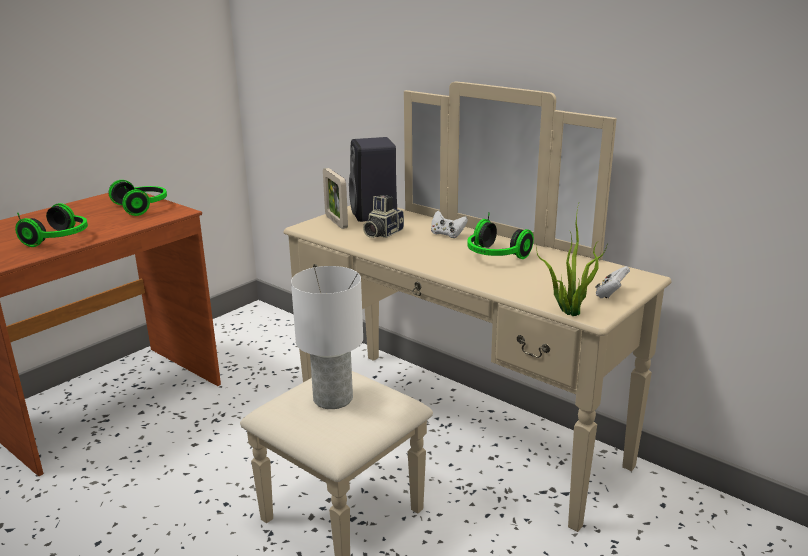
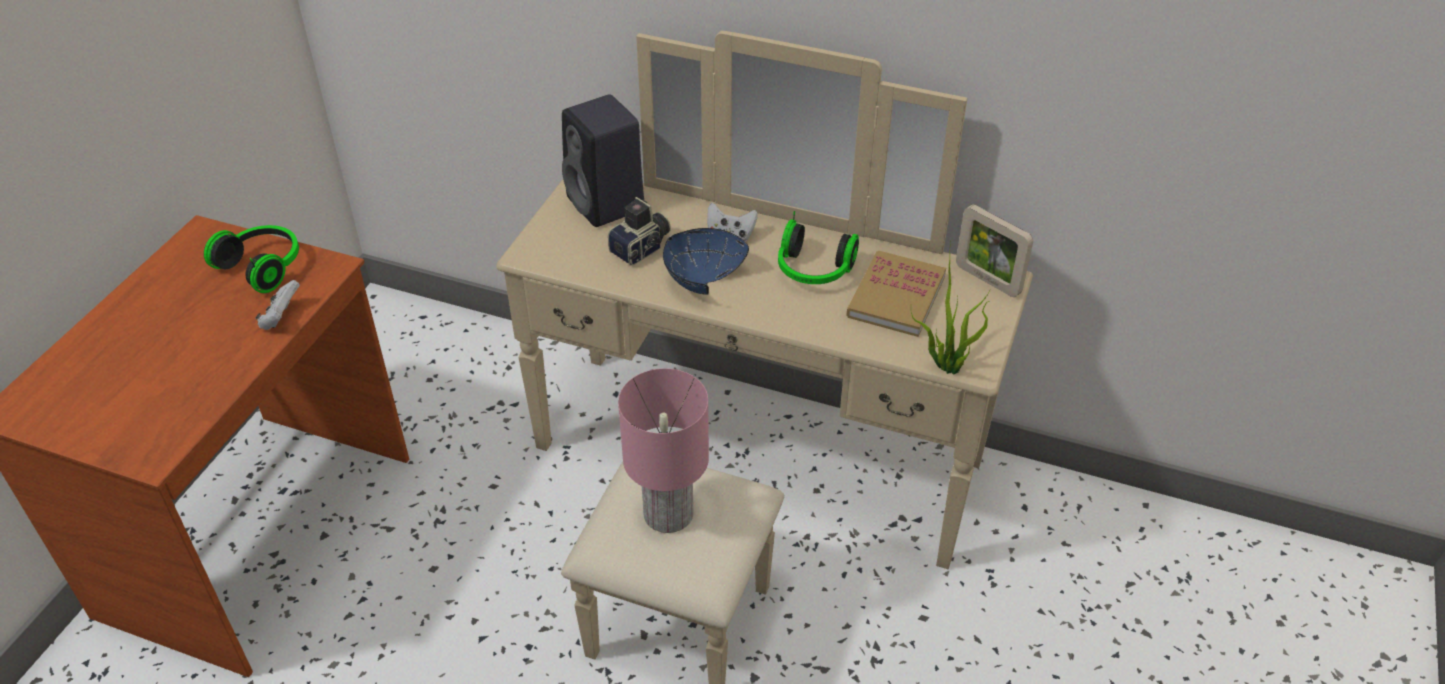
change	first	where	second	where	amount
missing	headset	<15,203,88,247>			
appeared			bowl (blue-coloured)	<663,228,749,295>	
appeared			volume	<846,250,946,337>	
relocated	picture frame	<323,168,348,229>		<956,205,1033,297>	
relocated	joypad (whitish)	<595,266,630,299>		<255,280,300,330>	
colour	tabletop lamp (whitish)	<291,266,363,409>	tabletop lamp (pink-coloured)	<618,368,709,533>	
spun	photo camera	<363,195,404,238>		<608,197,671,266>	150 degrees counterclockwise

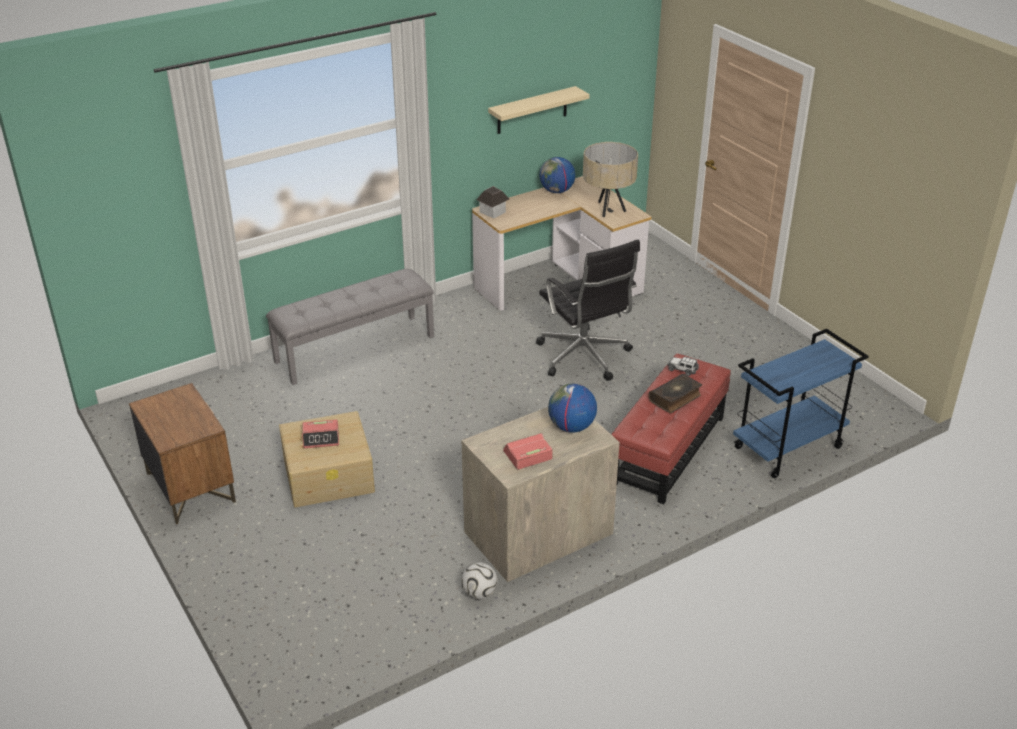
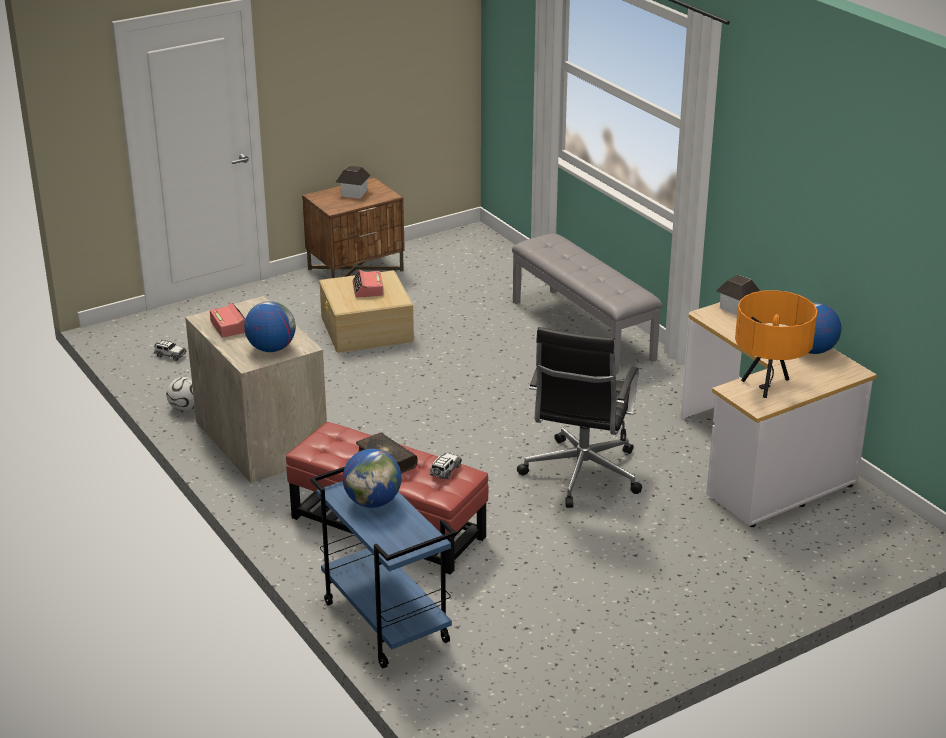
change	first	where	second	where	amount
missing	shelf (beige)	<488,86,590,134>			
appeared			toy car	<154,340,187,361>	
appeared			model house	<336,166,371,199>	
appeared			globe	<343,449,402,508>	
colour	tabletop lamp (beige)	<583,142,638,217>	tabletop lamp (orangey)	<735,290,817,398>	
spun	computer chair (black)	<536,240,640,381>		<517,327,642,508>	45 degrees counterclockwise

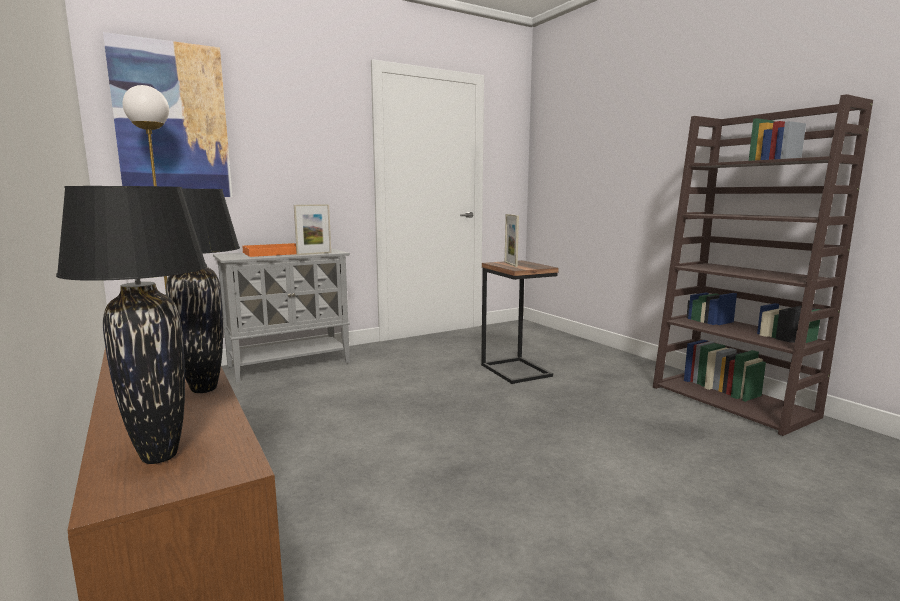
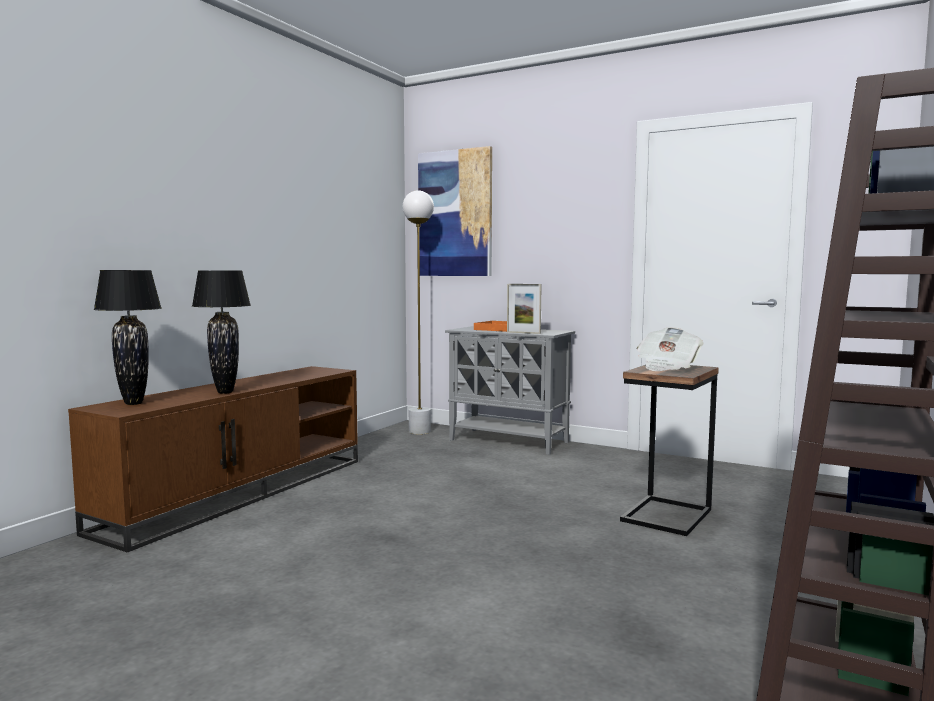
change	first	where	second	where	amount
exchanged	picture frame	<505,214,519,267>	printed paper	<637,327,703,371>	

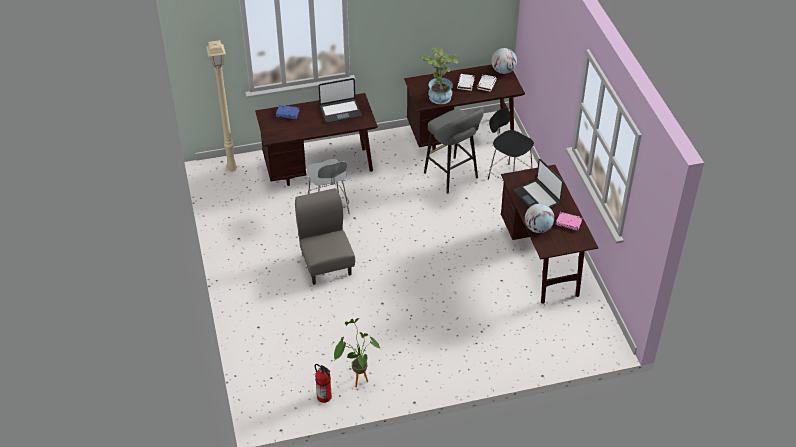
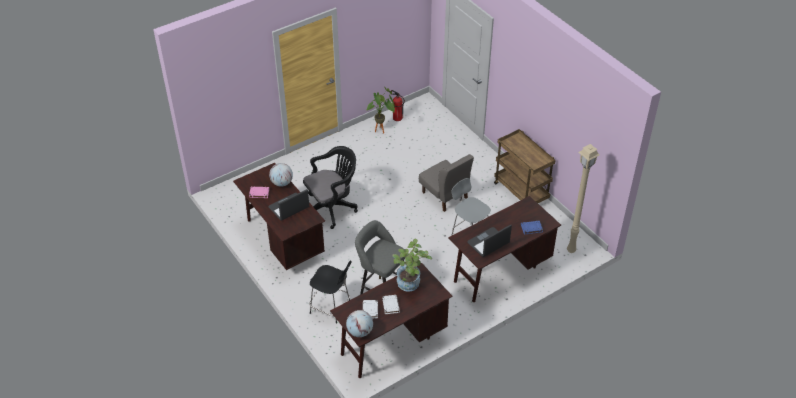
change	first	where	second	where	amount
appeared			computer chair (black)	<303,146,358,229>	
appeared			trolley (brown-coloured)	<494,129,556,203>	
spun	notebook computer	<514,159,564,208>		<268,189,309,221>	75 degrees counterclockwise

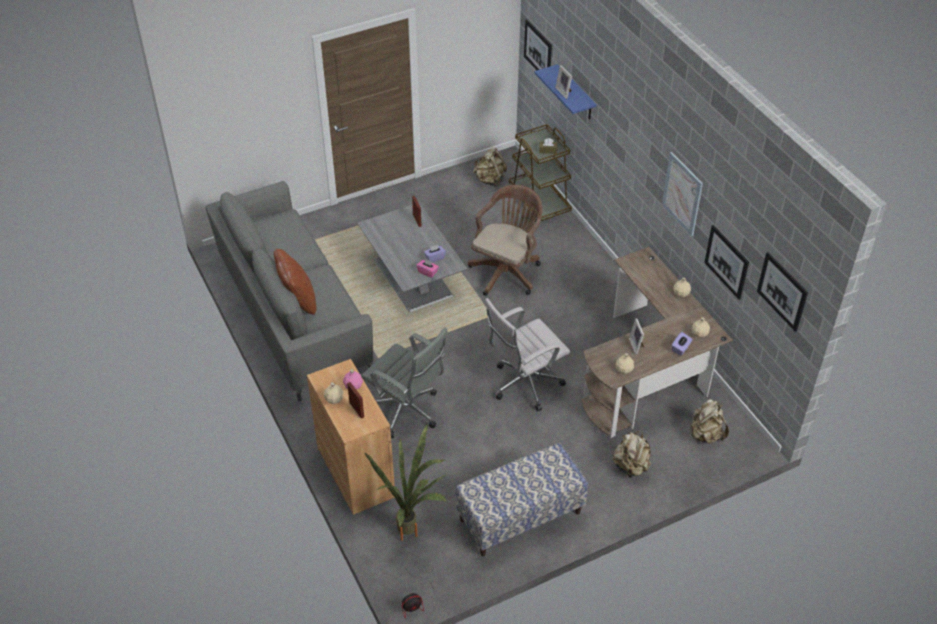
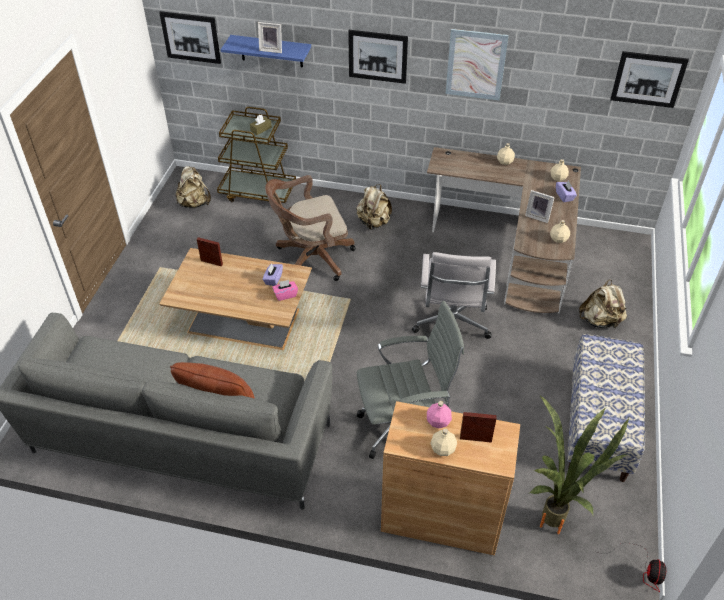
change	first	where	second	where	amount
relocated	backpack (beige)	<689,399,729,444>		<356,184,392,230>	
relocated	picture	<704,225,749,300>		<348,30,408,84>	
colour	coffee table (grey)	<357,202,467,312>	coffee table (brown-coloured)	<159,248,312,350>	
spun	computer chair (brown-coloured)	<468,184,543,296>		<265,175,356,281>	90 degrees counterclockwise

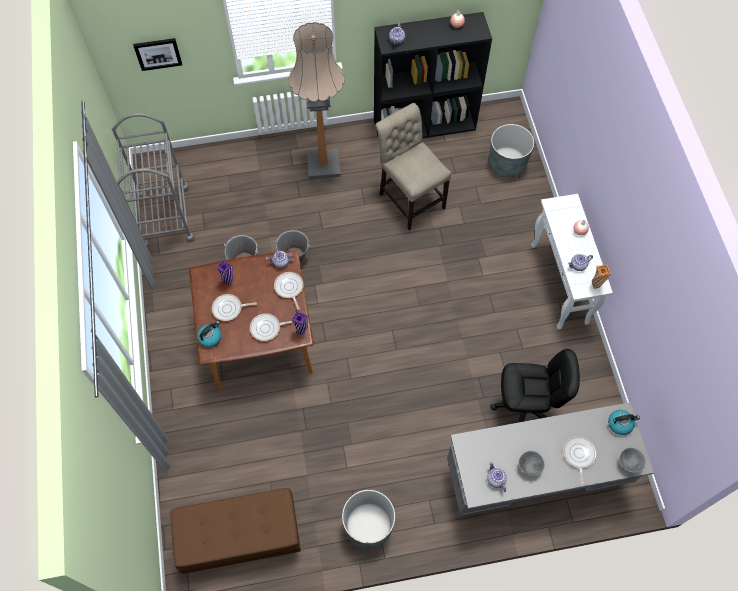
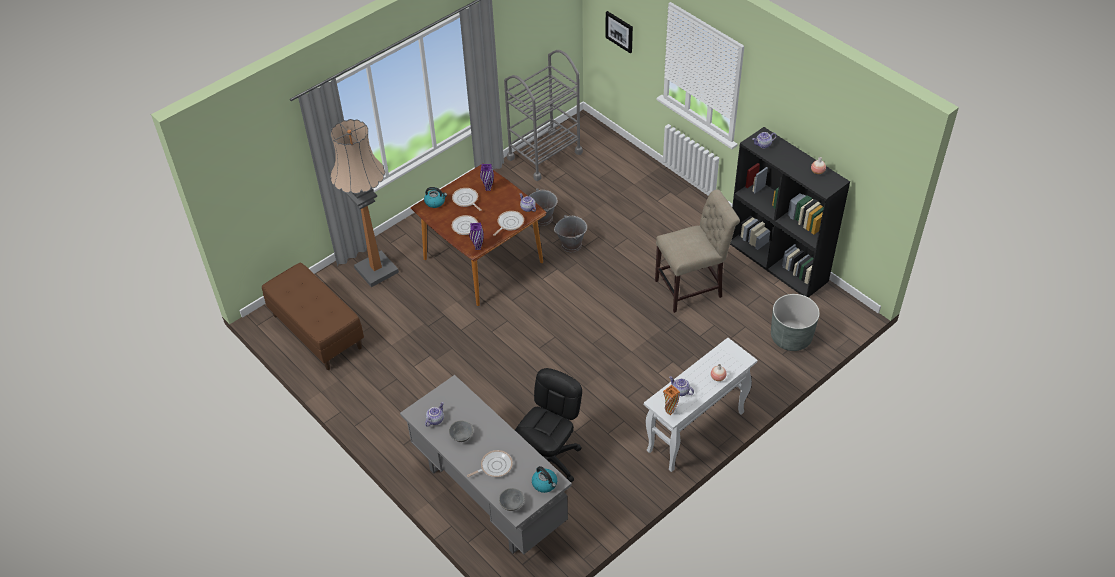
change	first	where	second	where	amount
missing	planter (grey)	<342,490,395,549>			
relocated	standard lamp	<289,22,345,179>		<330,119,399,287>	
spun	plain chair (beige)	<375,103,452,230>		<655,189,740,313>	45 degrees clockwise
spun	computer chair (black)	<490,349,580,423>		<515,368,582,482>	120 degrees counterclockwise

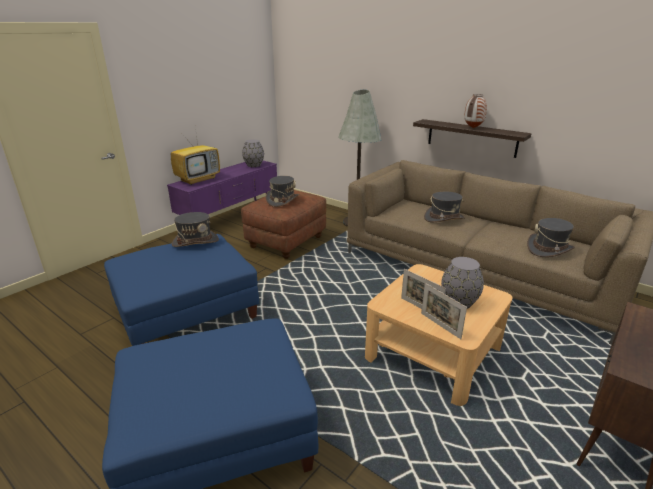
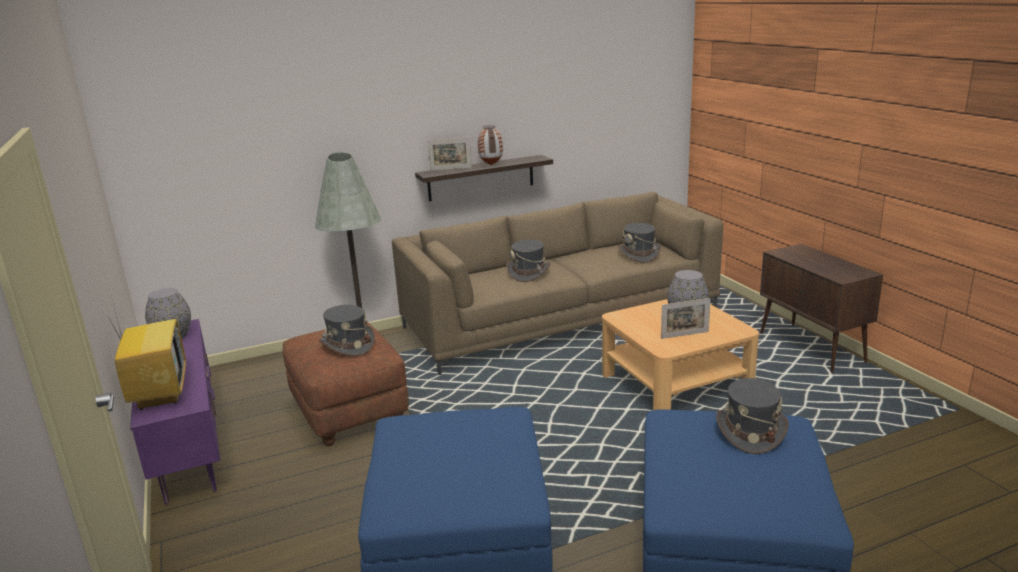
change	first	where	second	where	amount
relocated	wearable hat (grey)	<172,212,219,247>		<716,378,789,454>	
relocated	picture frame	<421,283,467,339>		<428,138,472,171>	

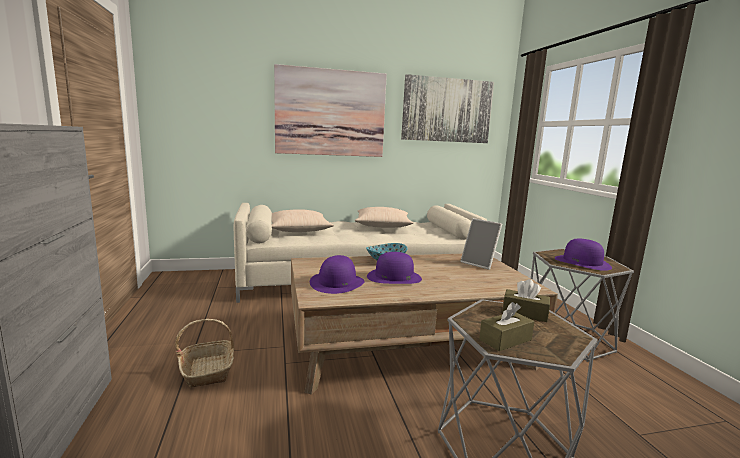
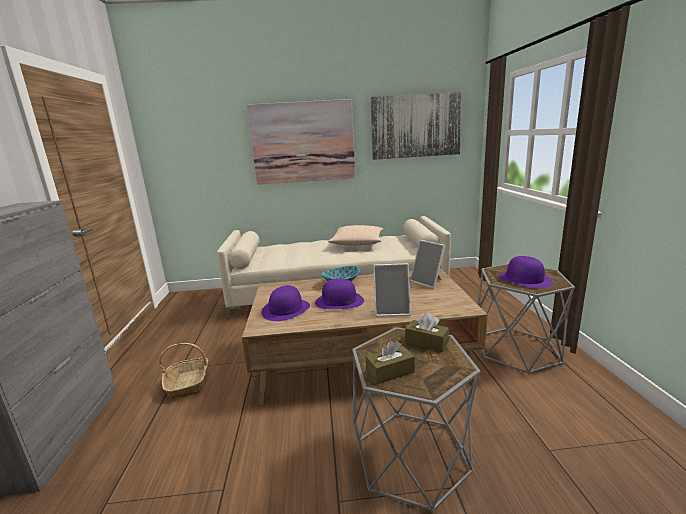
change	first	where	second	where	amount
missing	pillow (beige)	<272,209,334,232>			
appeared			picture frame	<373,263,411,317>	

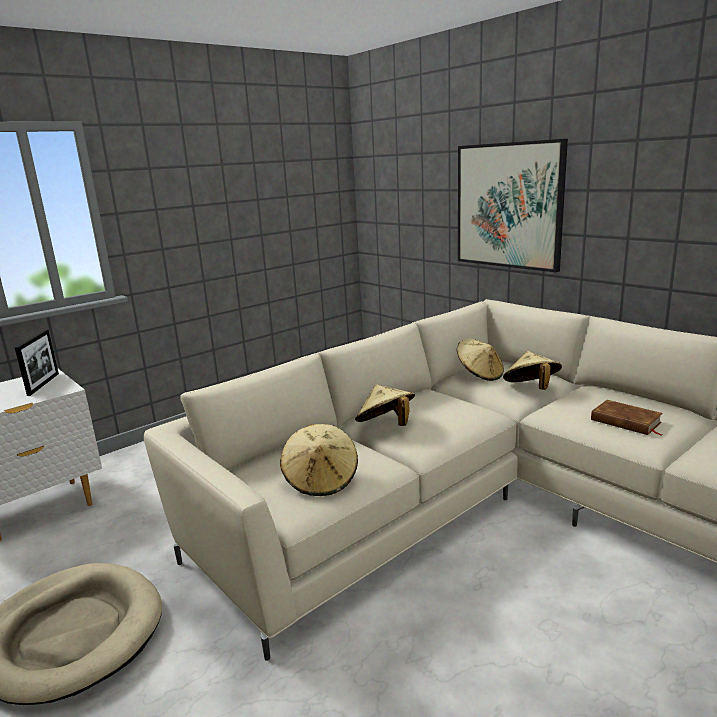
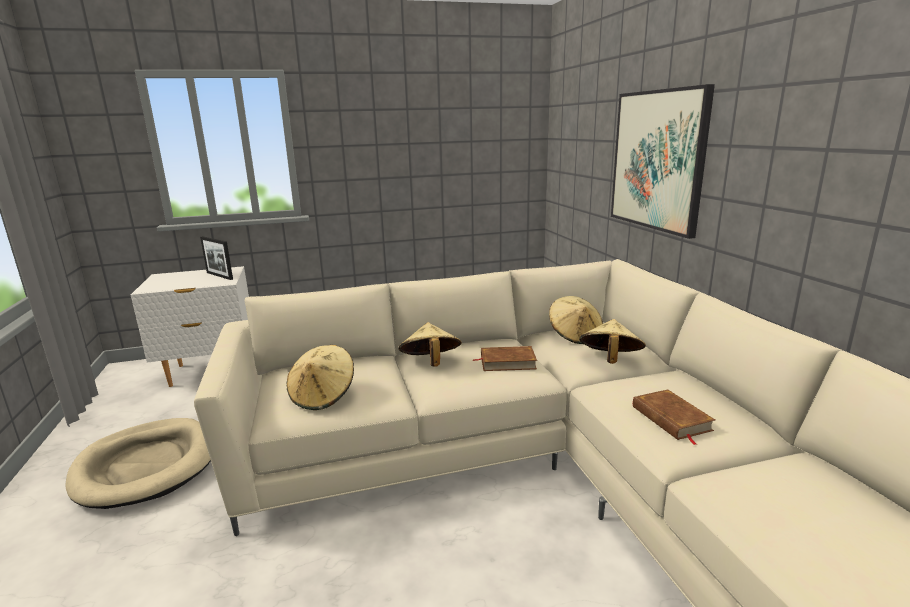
change	first	where	second	where	amount
appeared			volume (brown-coloured)	<472,346,537,371>	
spun	picture frame	<15,330,59,396>		<200,236,233,280>	105 degrees clockwise

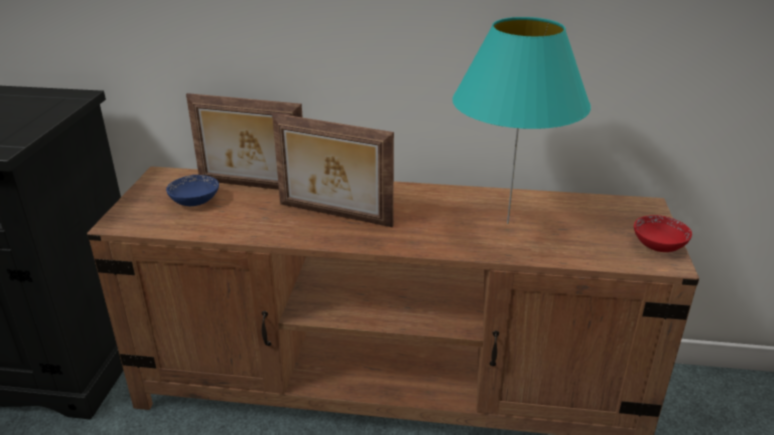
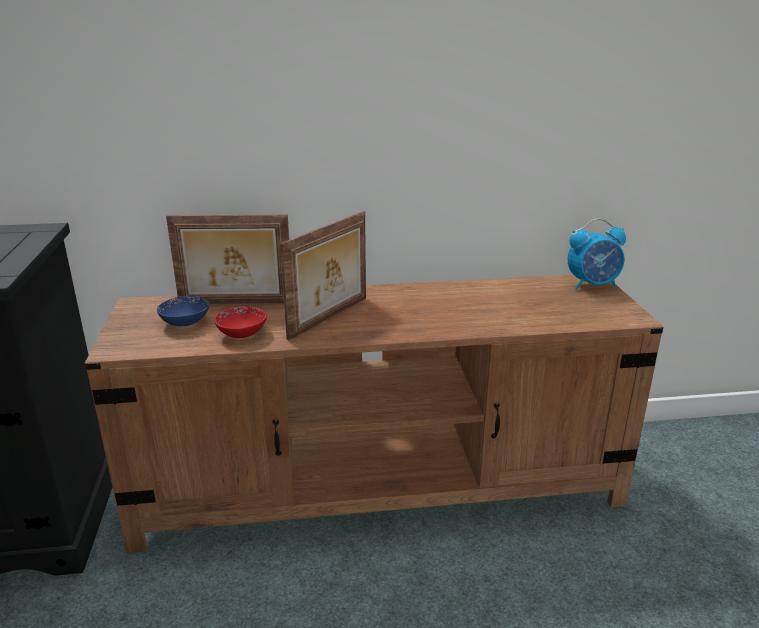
change	first	where	second	where	amount
missing	tabletop lamp (turquoise)	<452,17,591,224>			
appeared			bedside clock	<568,218,626,290>	
relocated	bowl (reddish)	<634,215,692,252>		<214,306,267,338>	
spun	picture frame	<272,113,394,227>		<280,211,366,340>	60 degrees counterclockwise

